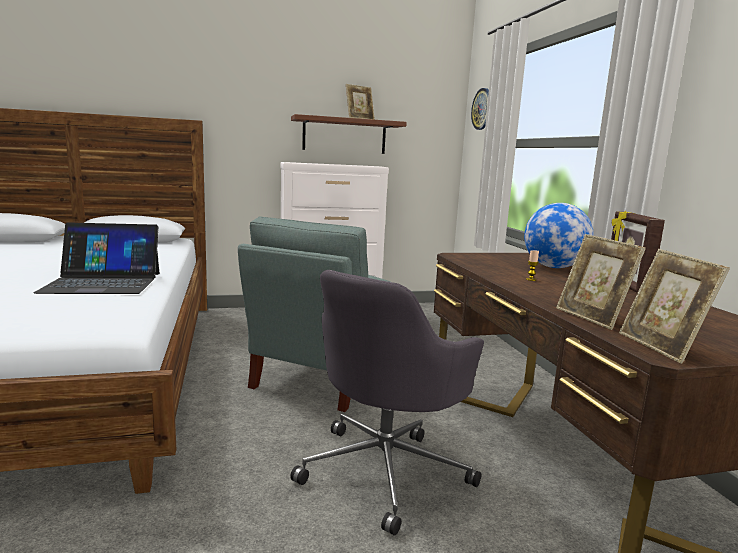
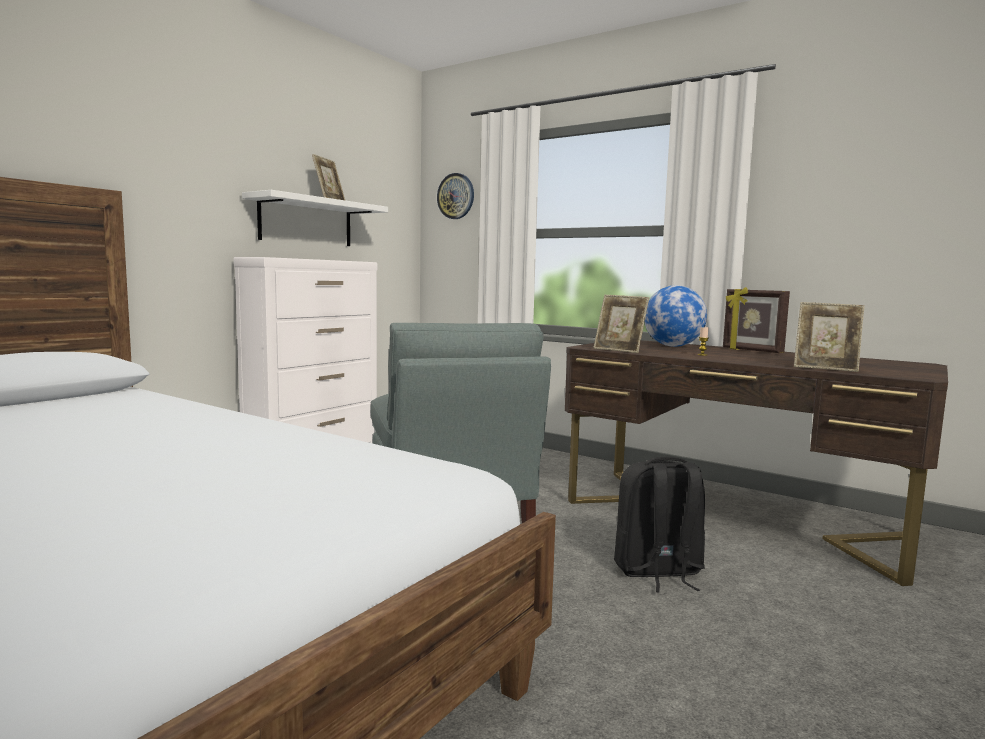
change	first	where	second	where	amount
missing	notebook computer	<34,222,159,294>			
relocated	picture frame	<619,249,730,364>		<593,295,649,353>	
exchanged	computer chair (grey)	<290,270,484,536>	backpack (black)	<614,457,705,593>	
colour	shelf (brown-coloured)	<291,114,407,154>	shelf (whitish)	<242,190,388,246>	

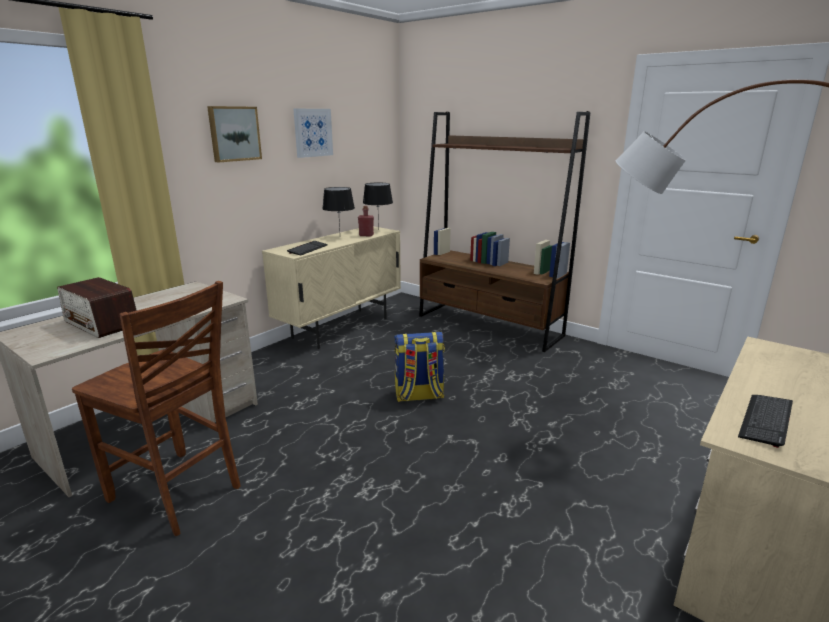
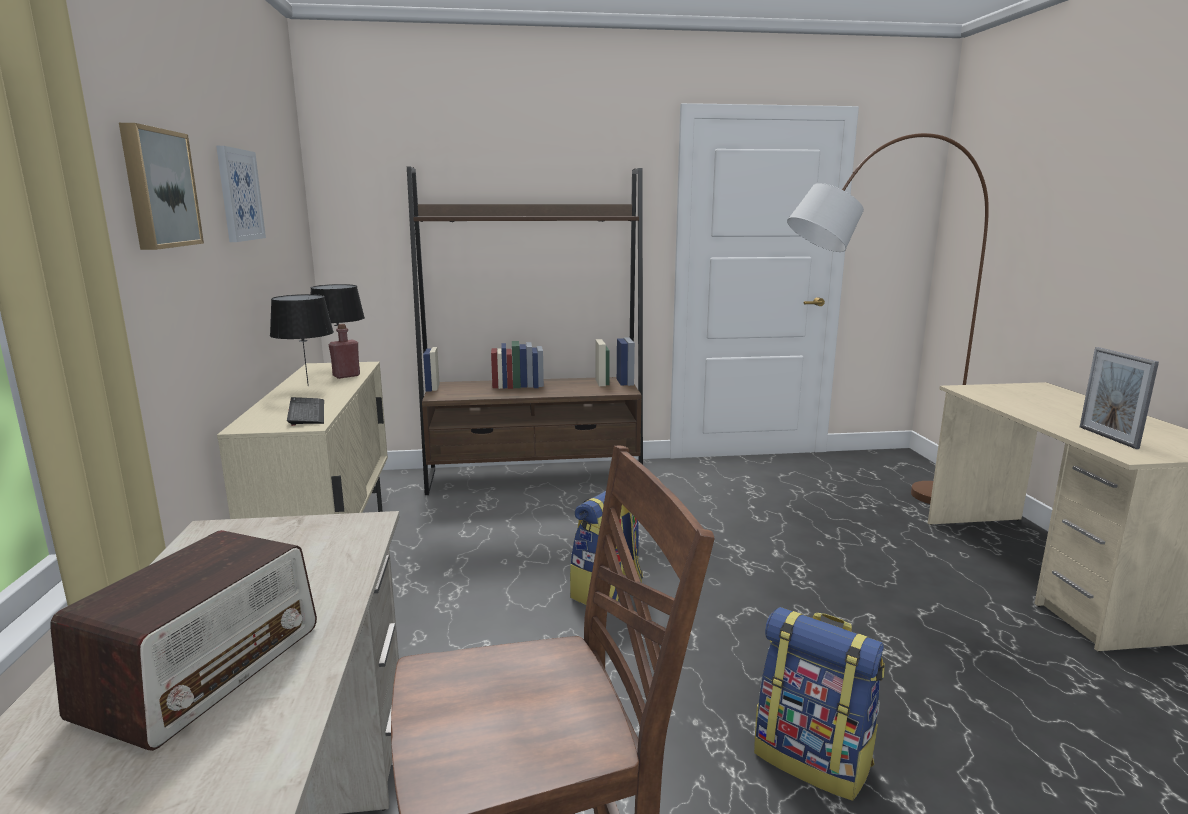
change	first	where	second	where	amount
appeared			backpack	<754,607,885,801>	
exchanged	keyboard	<738,395,793,448>	picture frame	<1080,347,1159,449>	
spun	radio	<57,277,137,338>		<50,530,317,751>	60 degrees counterclockwise

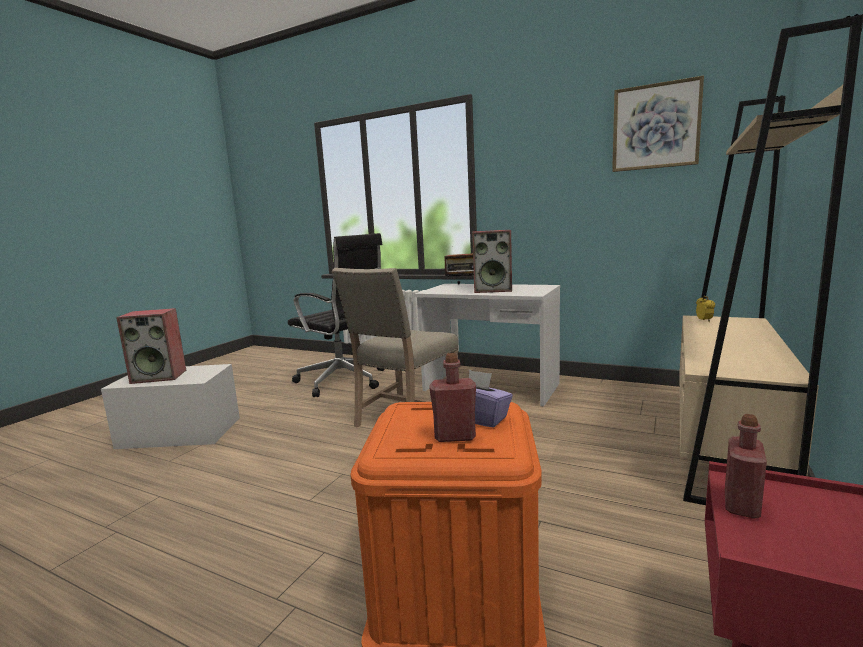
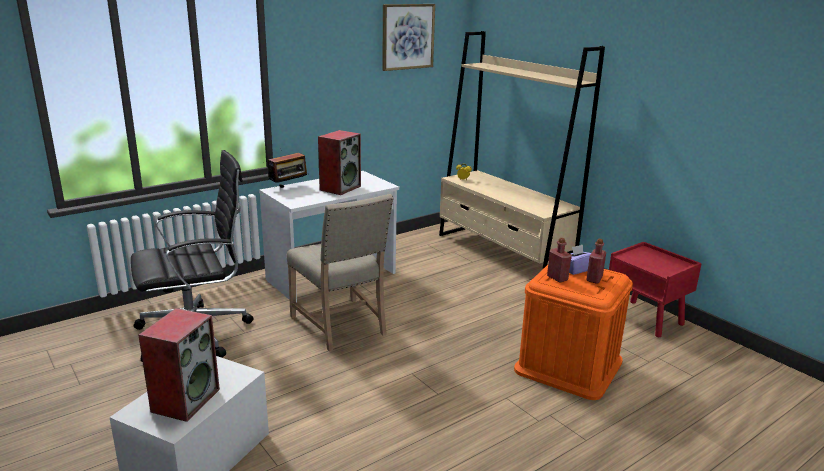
change	first	where	second	where	amount
relocated	bottle (reddish)	<725,414,767,518>		<547,238,572,283>	

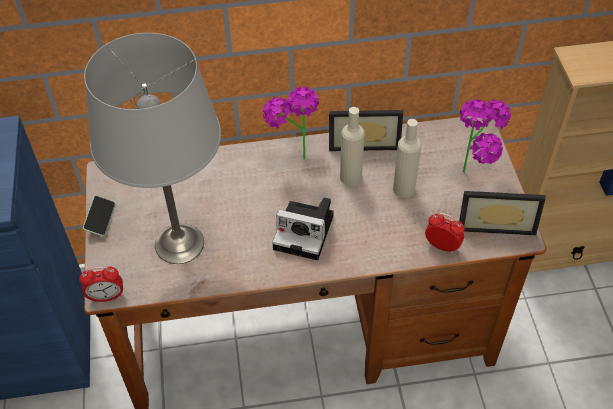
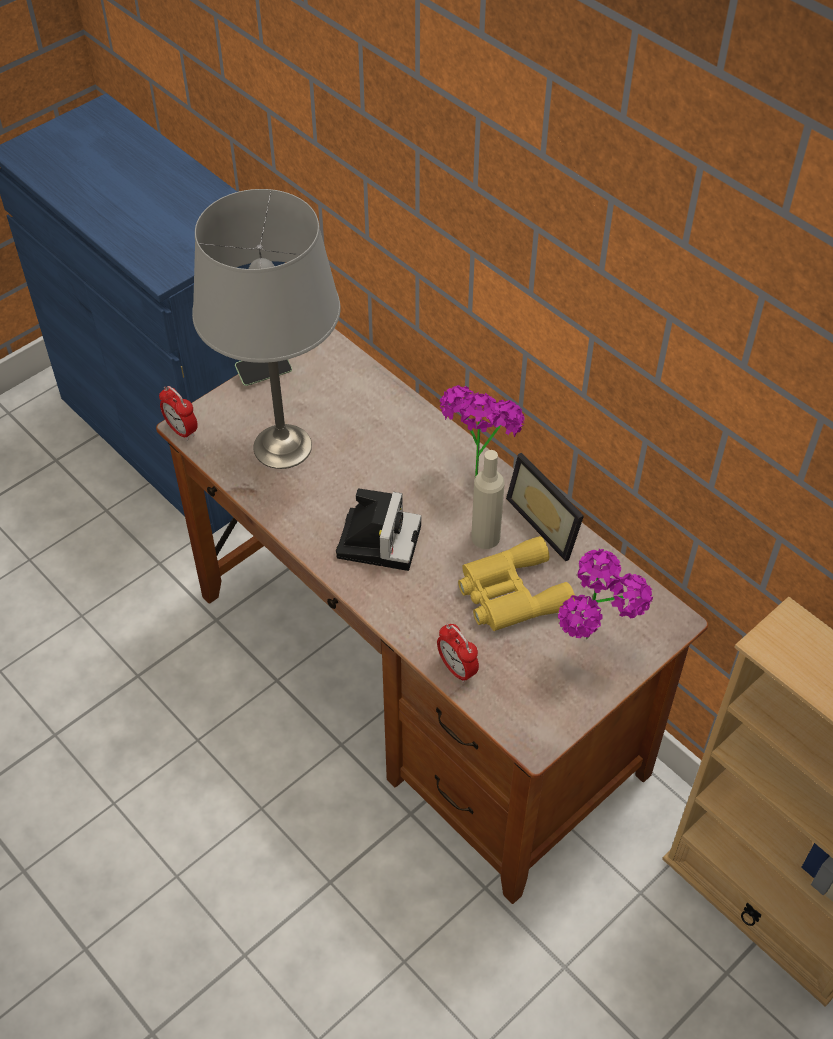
change	first	where	second	where	amount
missing	picture frame	<459,191,546,235>			
exchanged	bottle (beige)	<393,119,421,198>	binoculars (yellowish)	<458,536,575,631>	
spun	photo camera	<272,197,334,260>		<336,488,421,571>	150 degrees counterclockwise
spun	bedside clock	<425,213,465,254>		<437,624,479,683>	150 degrees clockwise

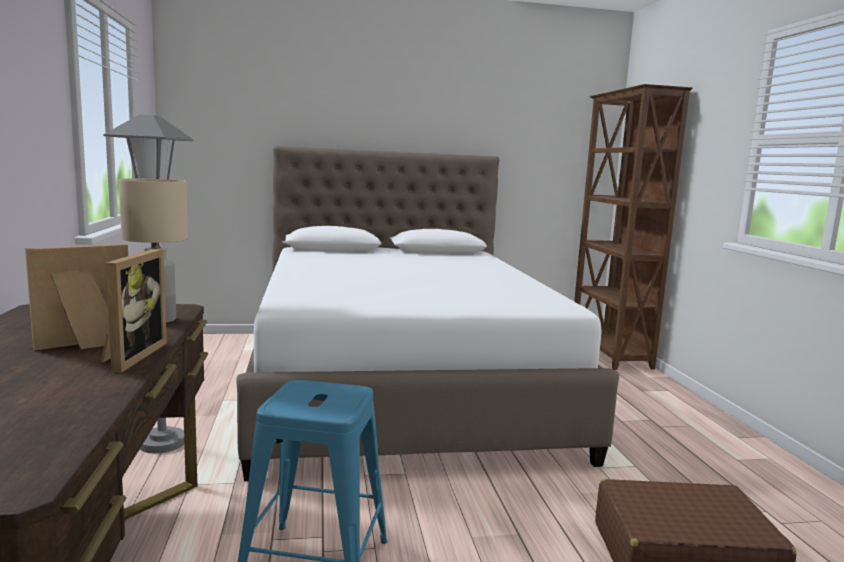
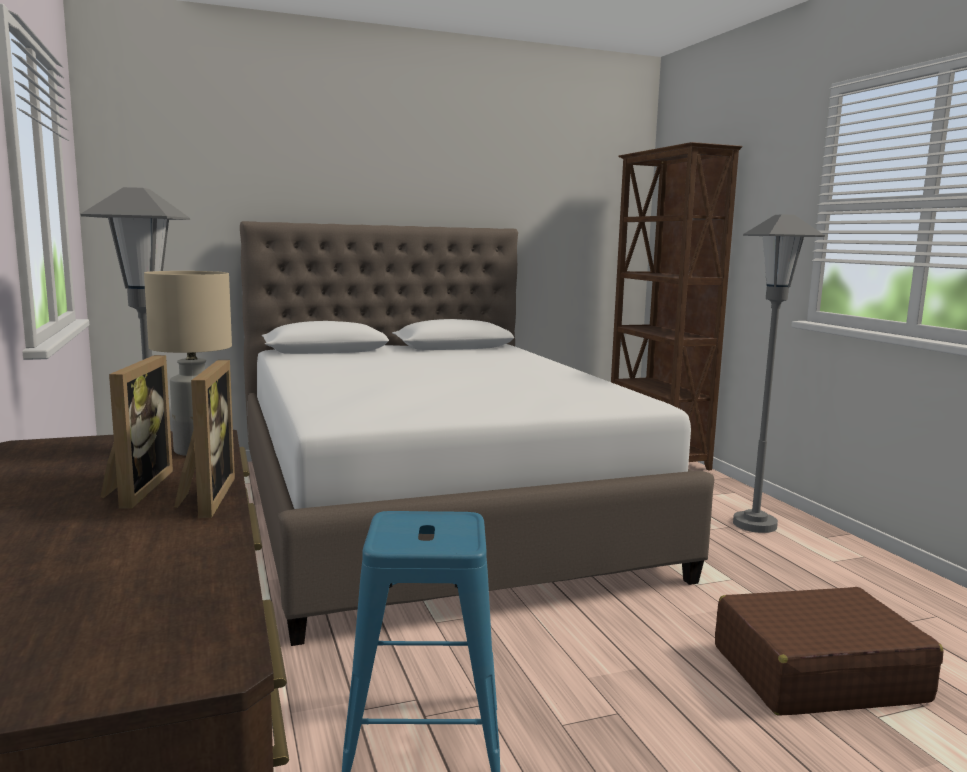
change	first	where	second	where	amount
appeared			standard lamp (grey)	<733,214,825,533>	
spun	picture frame	<25,244,128,351>		<100,355,173,509>	135 degrees clockwise

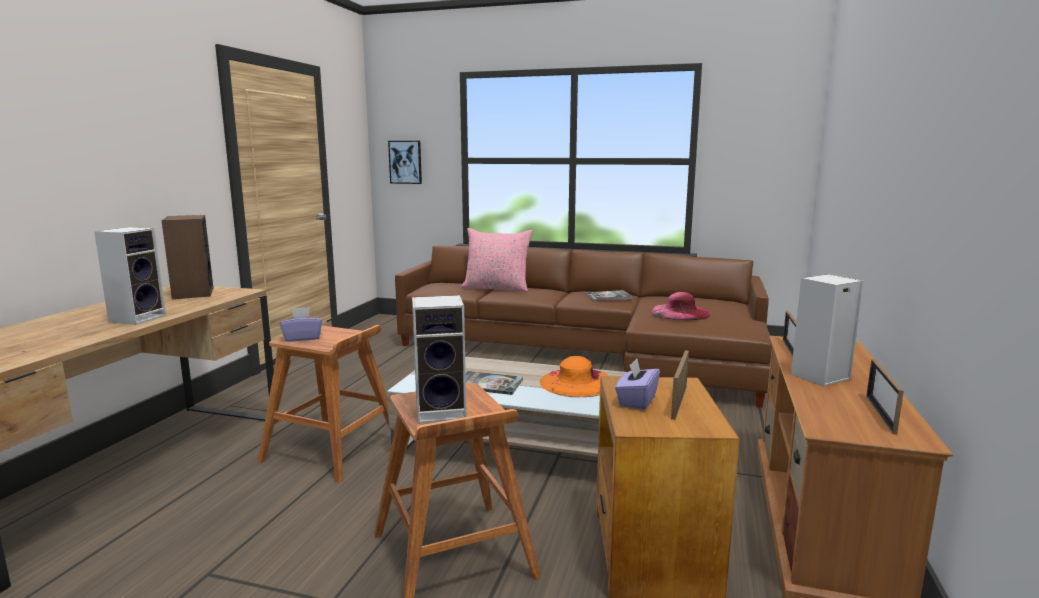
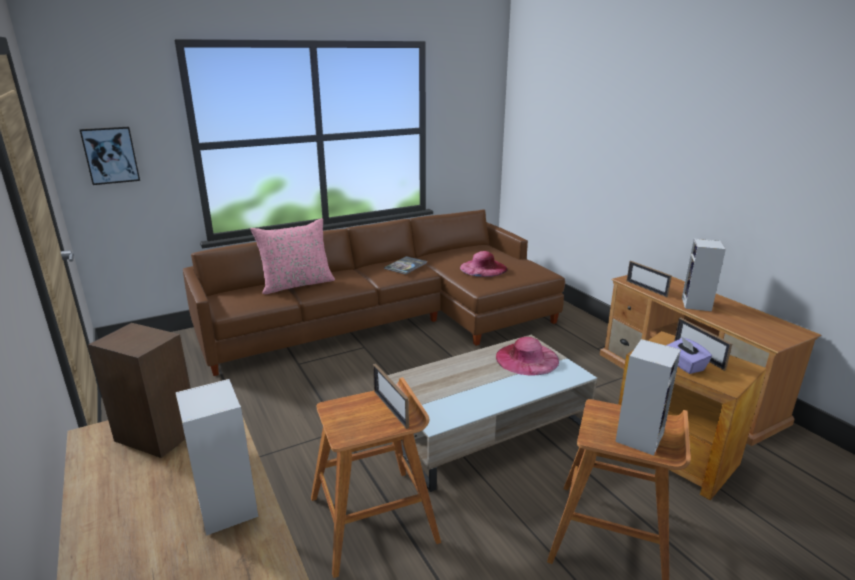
change	first	where	second	where	amount
missing	tissue holder (purplish)	<280,307,322,342>			
missing	volume	<466,371,523,395>			
relocated	picture frame	<866,359,904,435>		<373,363,409,429>	
colour	wearable hat (orangey)	<540,356,608,397>	wearable hat (pink-coloured)	<496,337,559,376>	

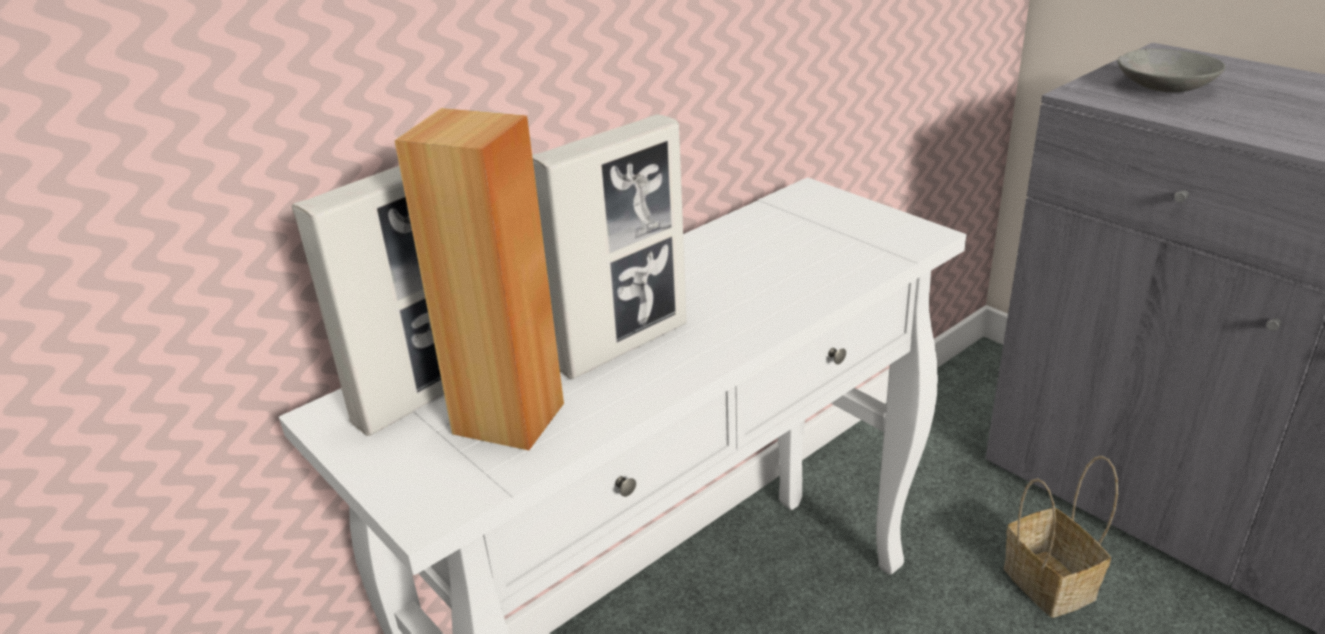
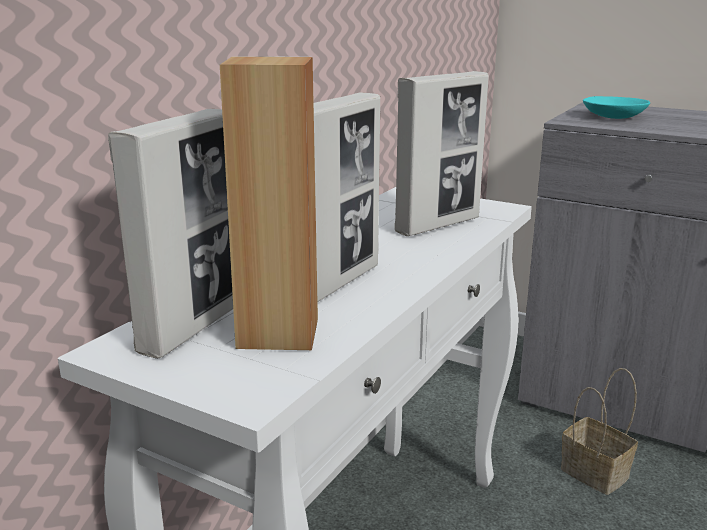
change	first	where	second	where	amount
appeared			picture frame	<395,71,489,236>	
colour	bowl (grey)	<1117,49,1225,92>	bowl (turquoise)	<583,96,650,119>	

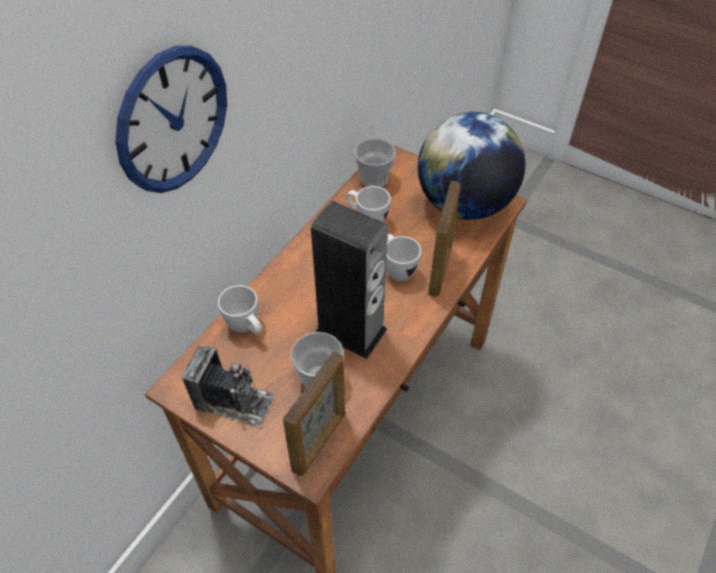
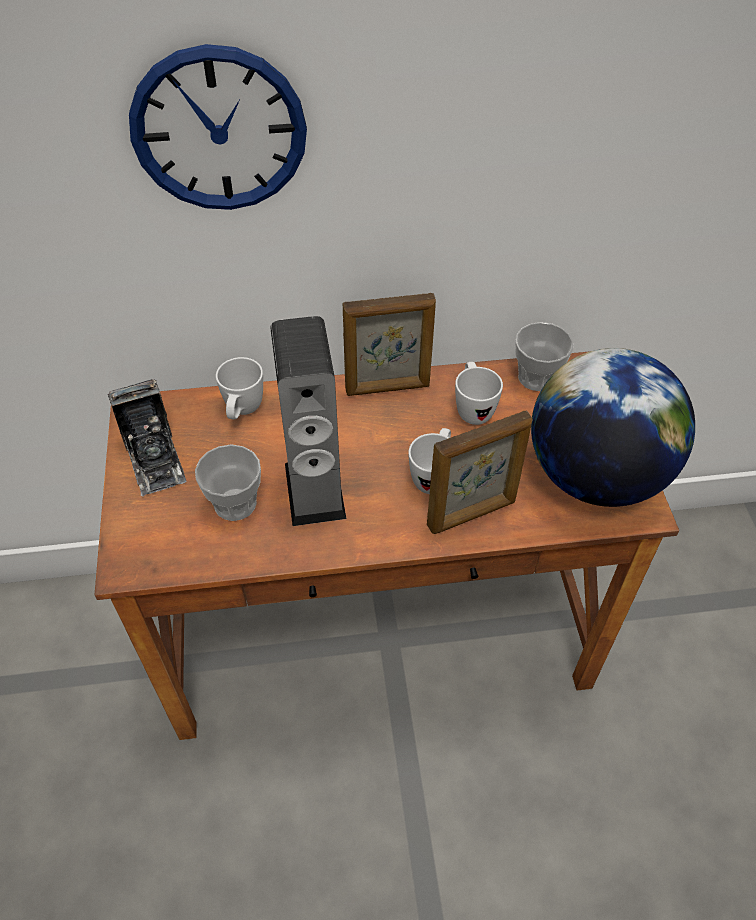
change	first	where	second	where	amount
relocated	picture frame	<283,351,345,476>		<343,293,436,396>	

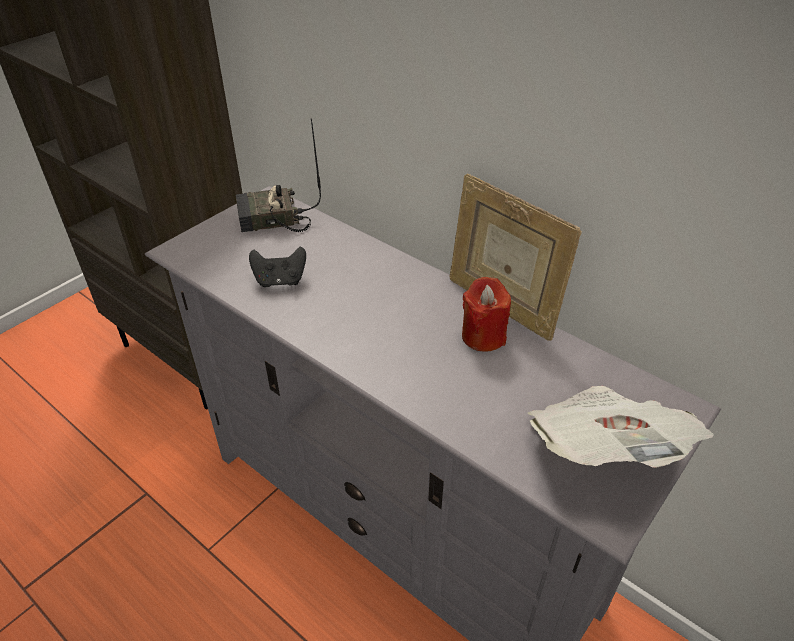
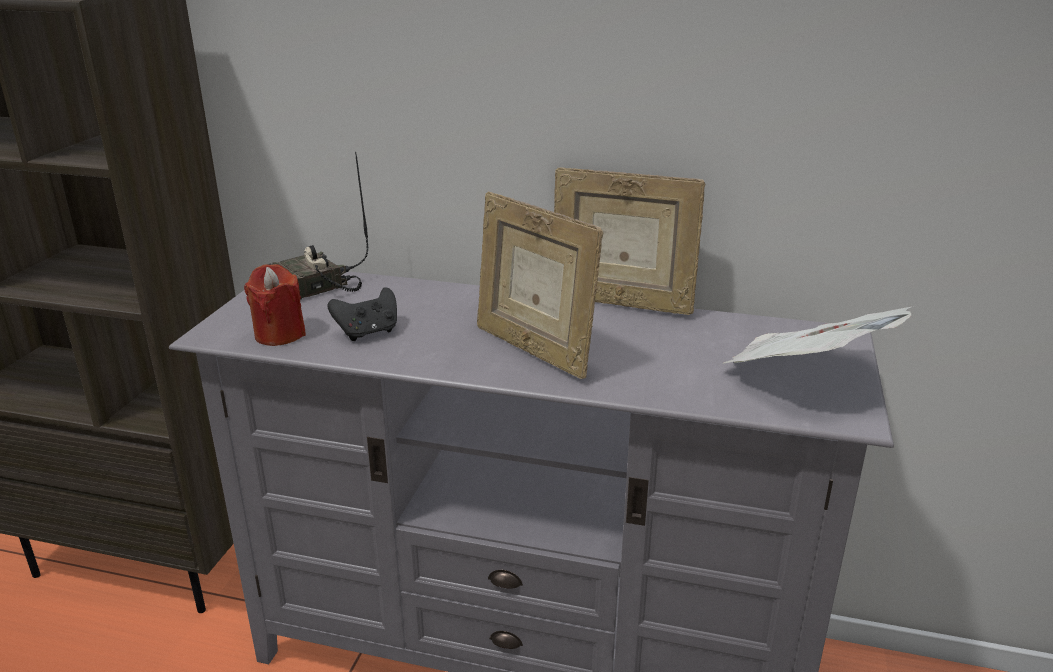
change	first	where	second	where	amount
appeared			picture frame	<477,192,603,379>	
relocated	wax candle (reddish)	<462,277,511,352>		<244,264,306,346>	

